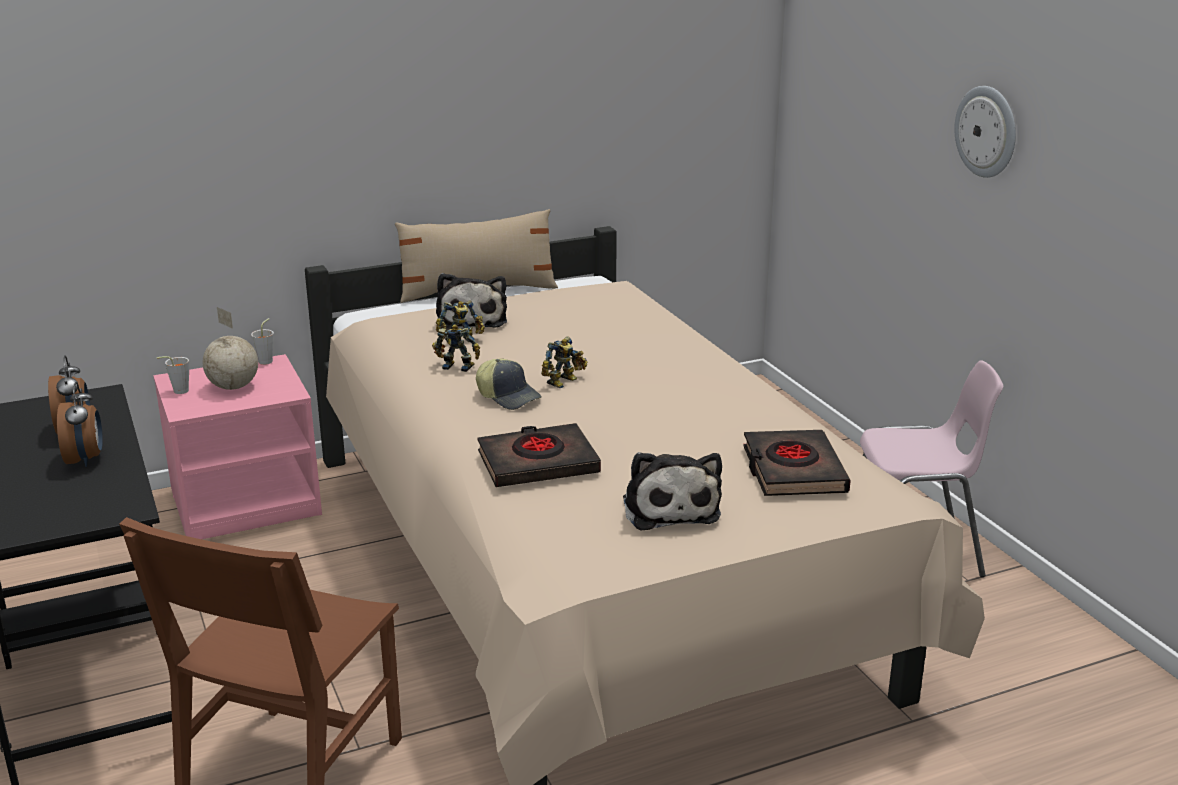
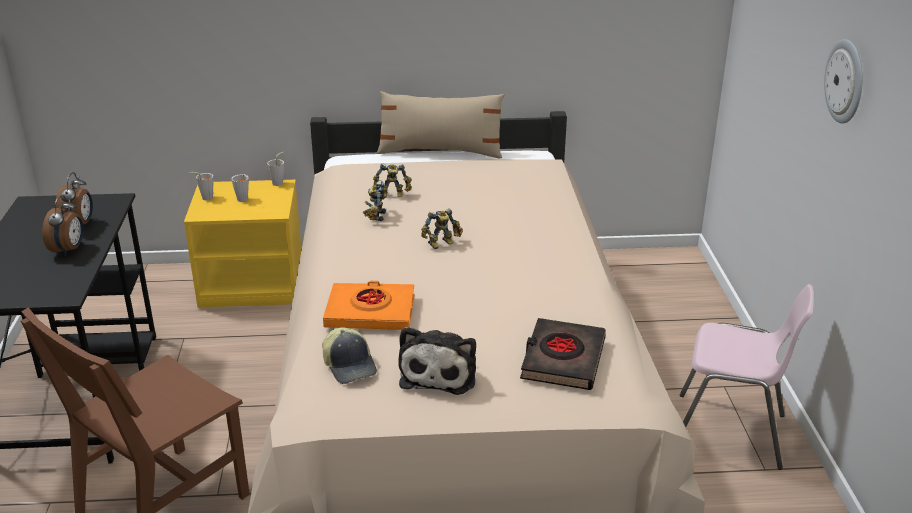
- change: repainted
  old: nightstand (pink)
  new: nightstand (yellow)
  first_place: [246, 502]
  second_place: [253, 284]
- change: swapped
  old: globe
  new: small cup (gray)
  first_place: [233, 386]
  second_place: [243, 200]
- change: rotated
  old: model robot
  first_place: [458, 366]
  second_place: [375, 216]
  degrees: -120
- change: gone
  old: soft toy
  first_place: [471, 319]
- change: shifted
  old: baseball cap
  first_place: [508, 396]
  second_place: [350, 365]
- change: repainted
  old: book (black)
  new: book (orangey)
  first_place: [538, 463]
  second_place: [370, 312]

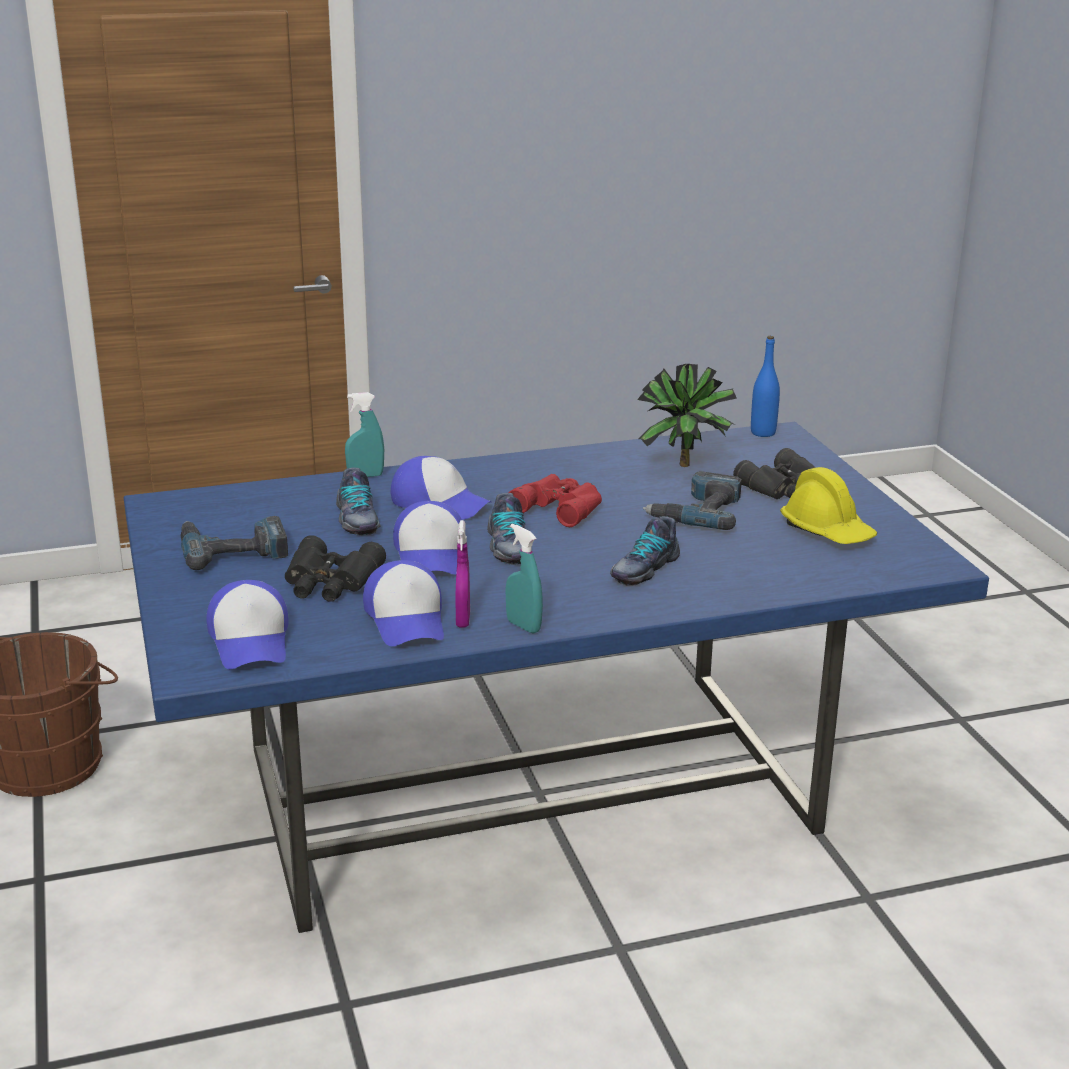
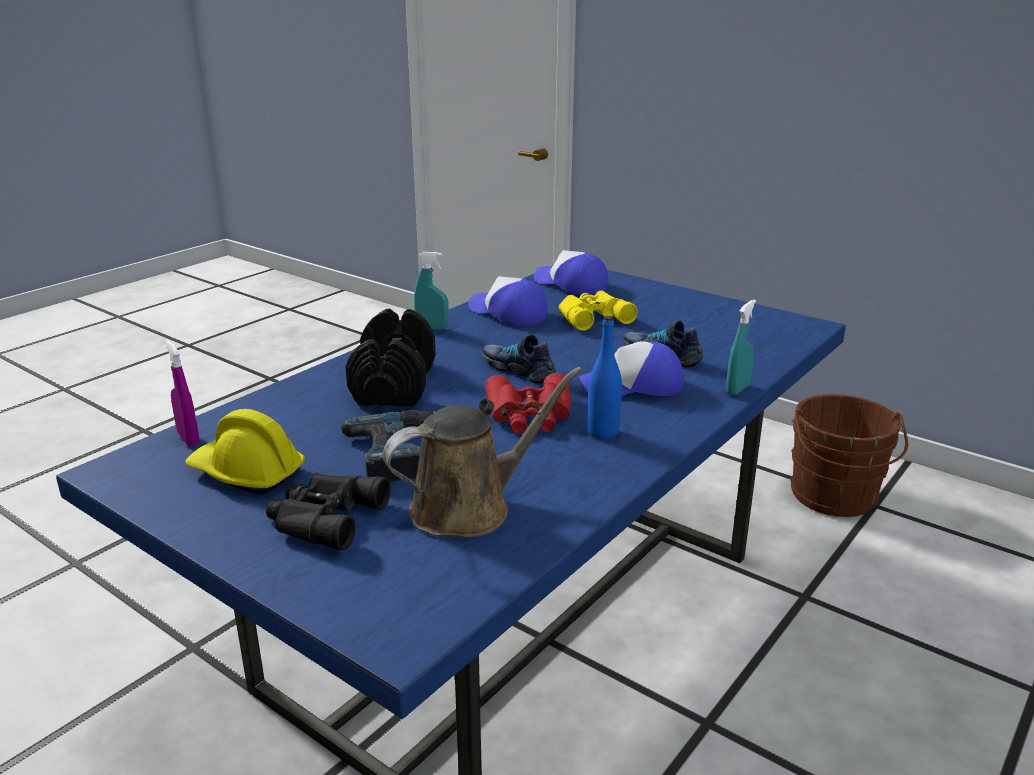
- change: gone
  old: power drill
  first_place: [232, 549]
- change: repainted
  old: pair of binoculars (black)
  new: pair of binoculars (yellow)
  first_place: [330, 582]
  second_place: [591, 317]
- change: gone
  old: baseball cap
  first_place: [431, 555]
- change: shifted
  old: hand sprayer (purplish)
  first_place: [463, 620]
  second_place: [188, 439]
- change: swapped
  old: shoe
  new: free weight (black)
  first_place: [643, 568]
  second_place: [393, 384]
- change: swapped
  old: houseplant
  new: watering pot (brown-coloured)
  first_place: [684, 468]
  second_place: [469, 507]
- change: shifted
  old: drink bottle (blue-coloured)
  first_place: [763, 433]
  second_place: [603, 432]

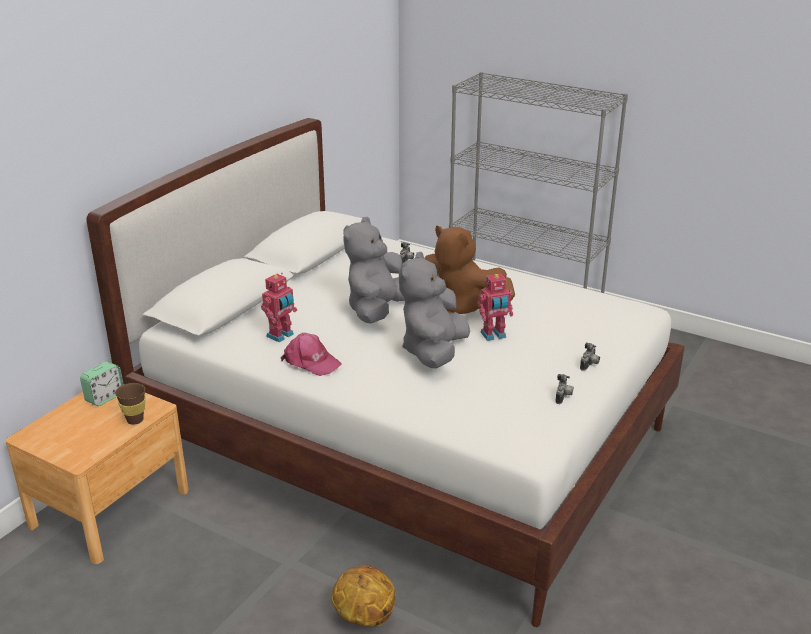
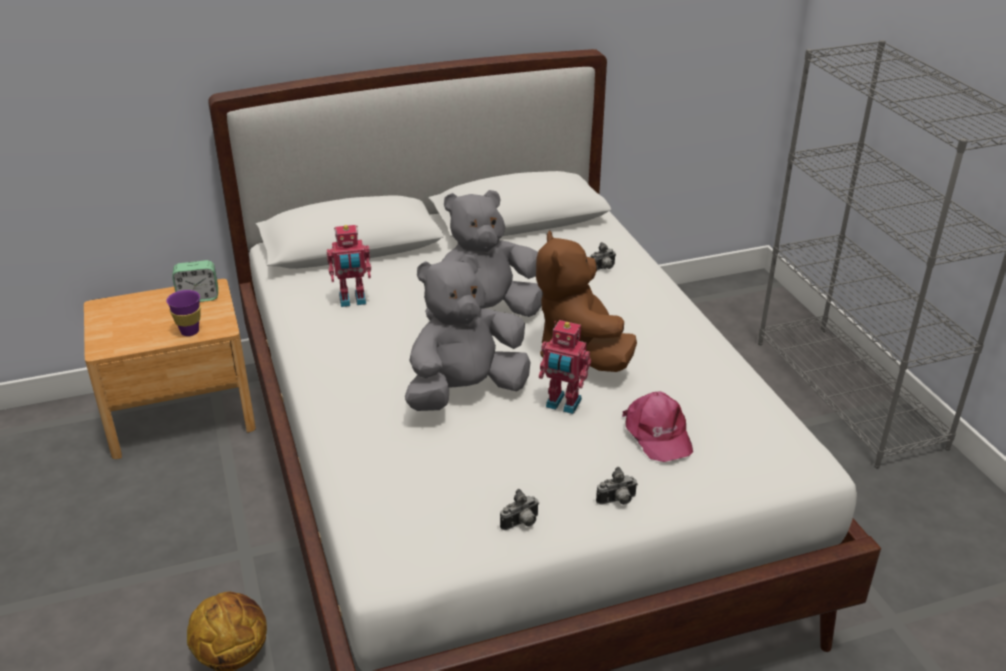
- change: repainted
  old: small cup (brown-coloured)
  new: small cup (purplish)
  first_place: [135, 420]
  second_place: [190, 331]
- change: shifted
  old: baseball cap (pink)
  first_place: [311, 362]
  second_place: [657, 434]

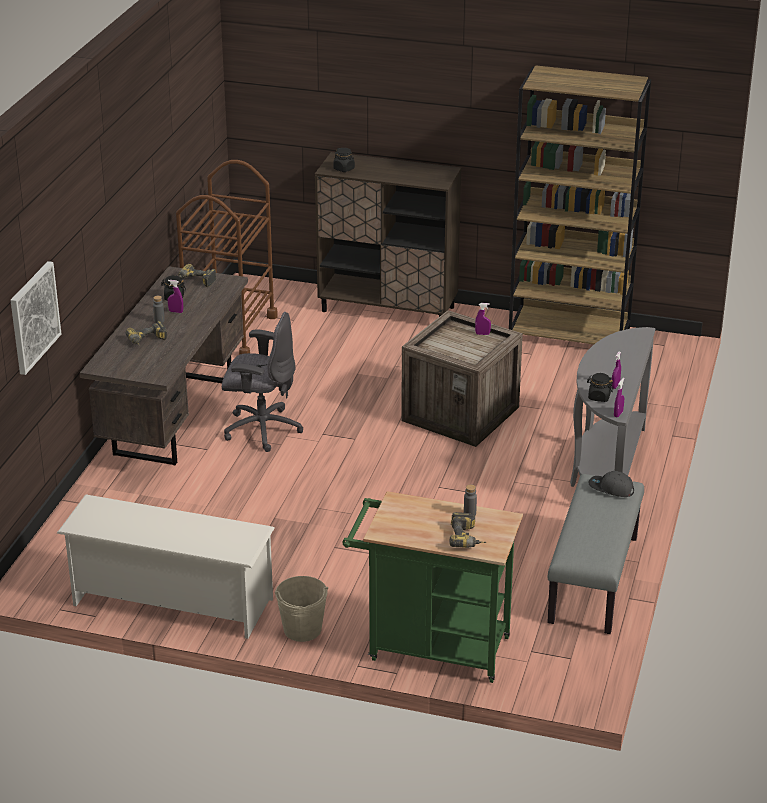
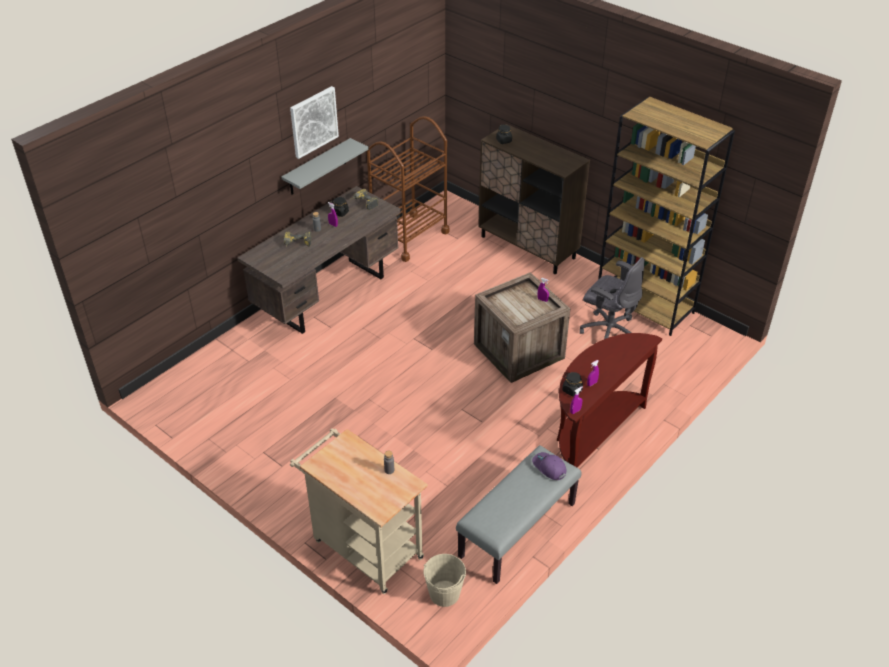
- change: shifted
  old: picture
  first_place: [33, 317]
  second_place: [313, 121]
- change: gone
  old: shoe rack (white-coloured)
  first_place: [171, 602]
- change: shifted
  old: office chair (gray)
  first_place: [261, 429]
  second_place: [608, 331]
- change: shifted
  old: water bucket (beige)
  first_place: [302, 629]
  second_place: [444, 593]
- change: repainted
  old: trolley (greenish)
  new: trolley (beige)
  first_place: [430, 648]
  second_place: [363, 546]
- change: gone
  old: power drill
  first_place: [468, 539]
- change: repainted
  old: console table (gray)
  new: console table (brown-coloured)
  first_place: [607, 469]
  second_place: [593, 434]
- change: repainted
  old: baseball cap (gray)
  new: baseball cap (purplish)
  first_place: [610, 489]
  second_place: [549, 468]
- change: new
  new: bracket shelf (gray)
  second_place: [317, 167]

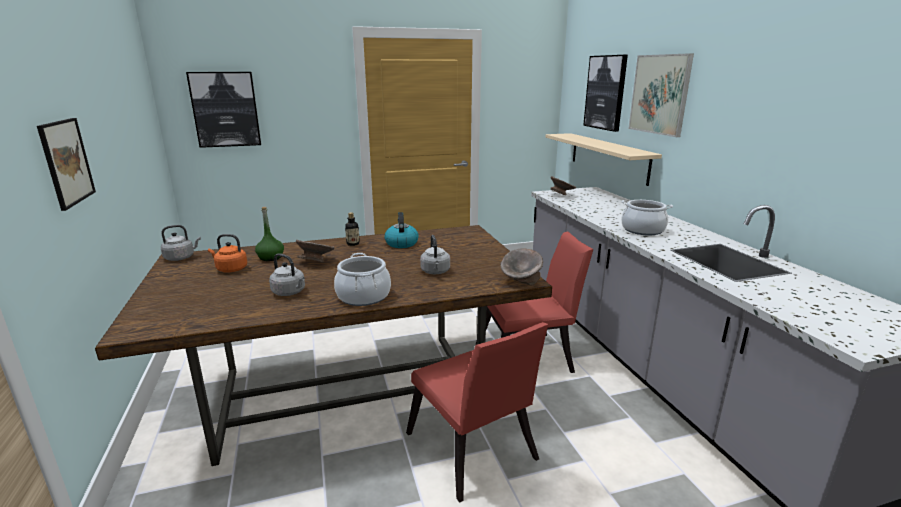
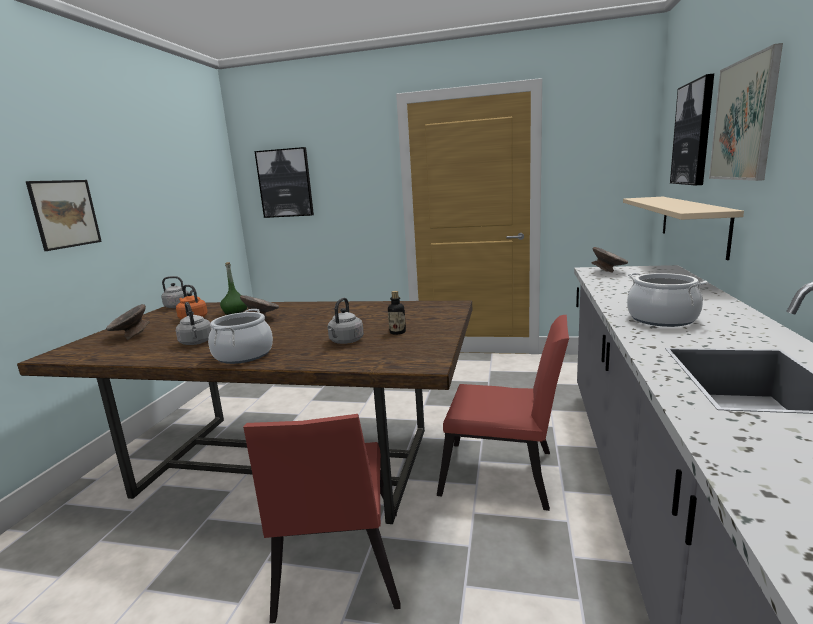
- change: shifted
  old: drink bottle
  first_place: [353, 244]
  second_place: [397, 332]
- change: gone
  old: water kettle
  first_place: [401, 243]
- change: shifted
  old: serving bowl (gray)
  first_place: [521, 282]
  second_place: [131, 336]

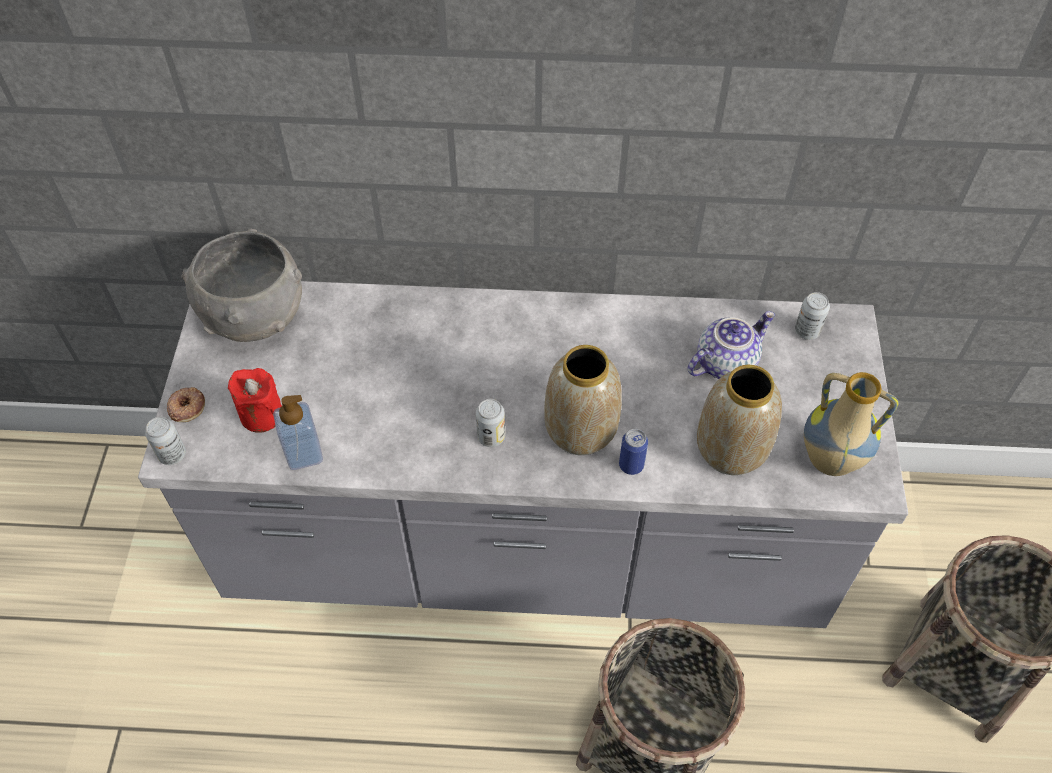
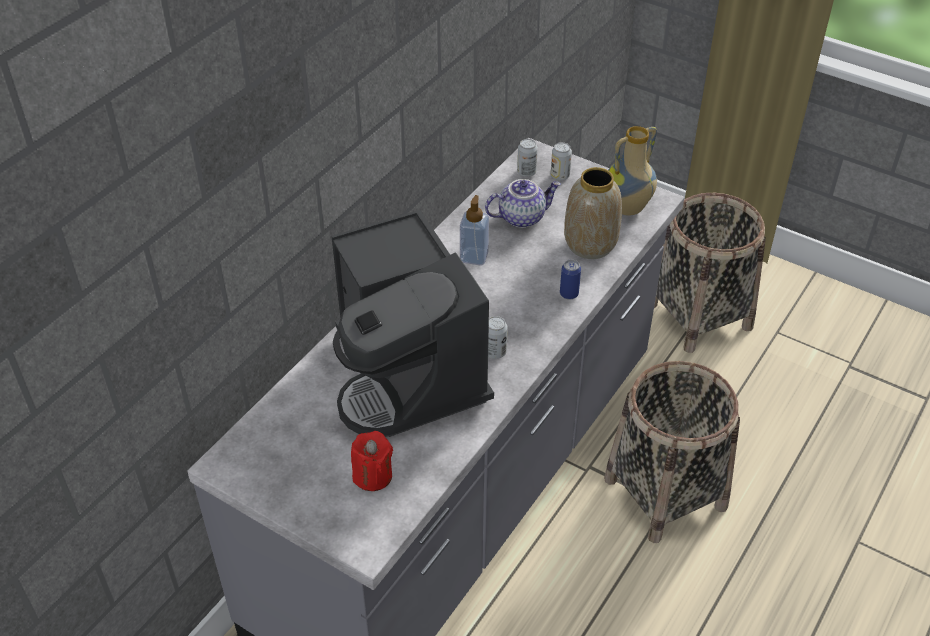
- change: shifted
  old: metal can
  first_place: [172, 454]
  second_place: [560, 176]
- change: gone
  old: ring doughnut
  first_place: [186, 407]
- change: gone
  old: serving bowl (gray)
  first_place: [254, 316]
- change: shifted
  old: soap bottle
  first_place: [304, 454]
  second_place: [474, 256]
- change: gone
  old: flower vase
  first_place: [582, 431]
- change: rotated
  old: teapot
  first_place: [725, 362]
  second_place: [521, 217]
  degrees: 75
- change: new
  new: coffee maker
  second_place: [408, 375]

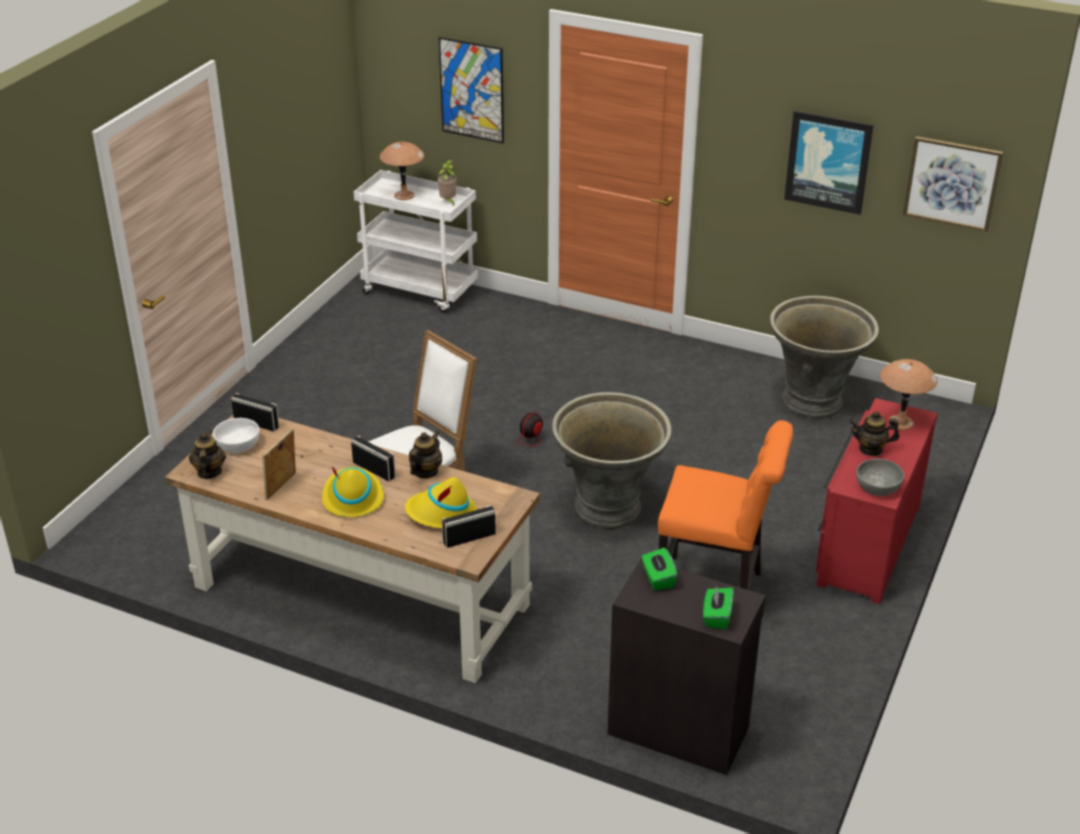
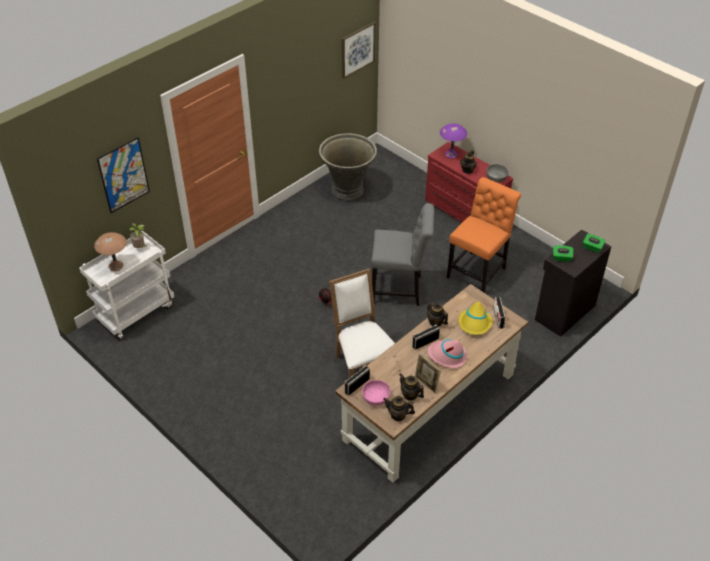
- change: repainted
  old: serving bowl (white-coloured)
  new: serving bowl (pink)
  first_place: [238, 445]
  second_place: [376, 397]
- change: repainted
  old: clothing hat (yellow)
  new: clothing hat (pink)
  first_place: [352, 497]
  second_place: [447, 356]
- change: swapped
  old: planter (gray)
  new: chair (gray)
  first_place: [608, 509]
  second_place: [400, 290]
- change: gone
  old: picture
  first_place: [828, 162]
- change: repainted
  old: table lamp (brown-coloured)
  new: table lamp (purplish)
  first_place: [900, 422]
  second_place: [451, 154]
- change: new
  new: teapot
  second_place: [410, 394]

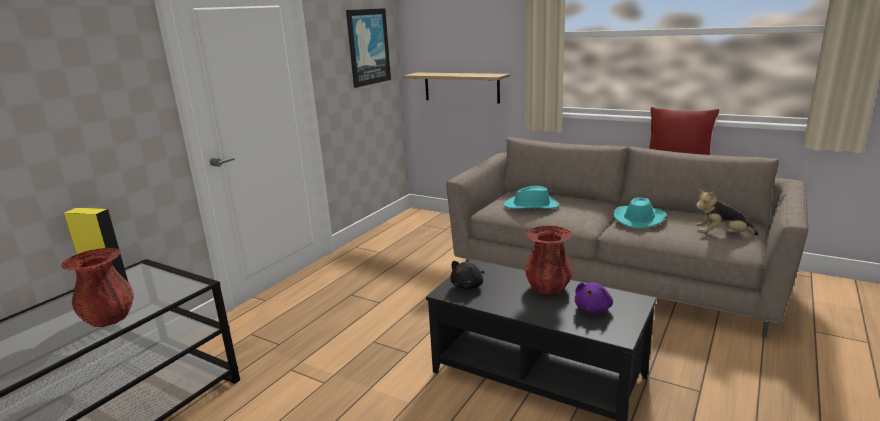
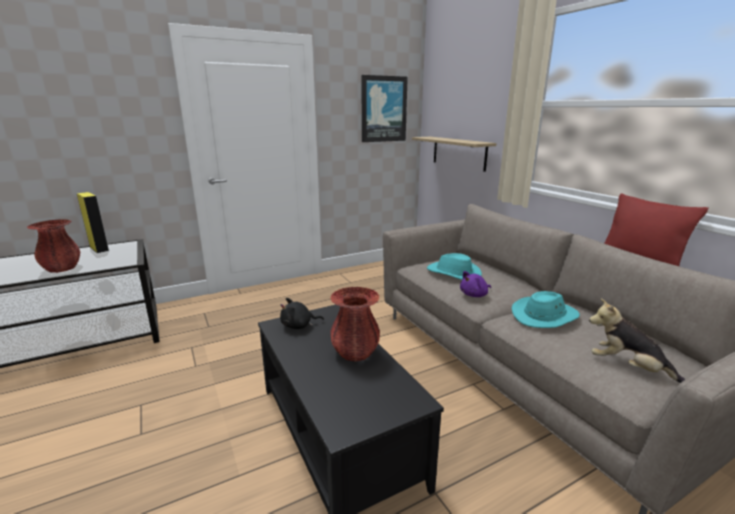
- change: shifted
  old: soft toy (purplish)
  first_place: [593, 309]
  second_place: [474, 295]

